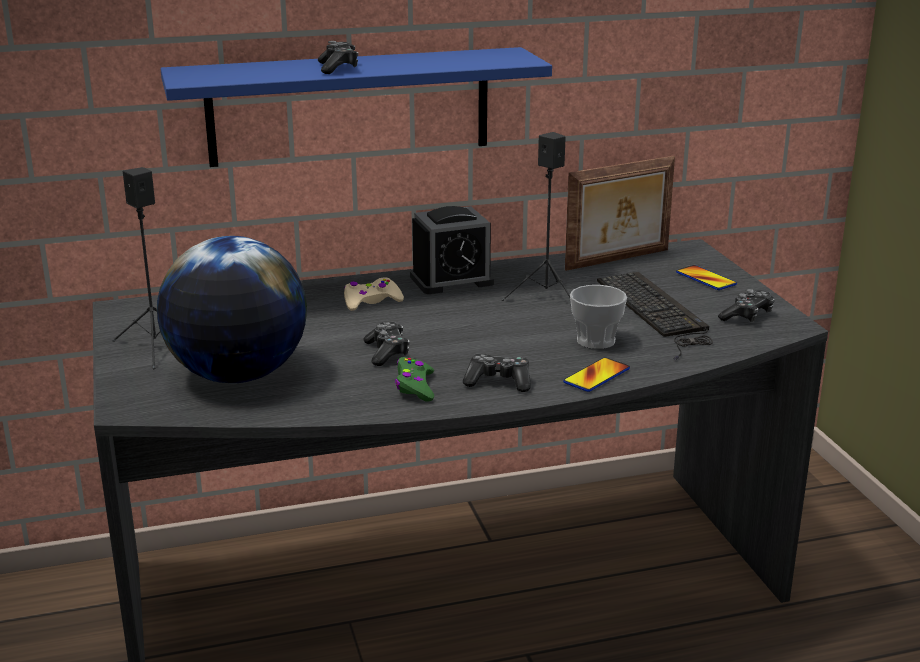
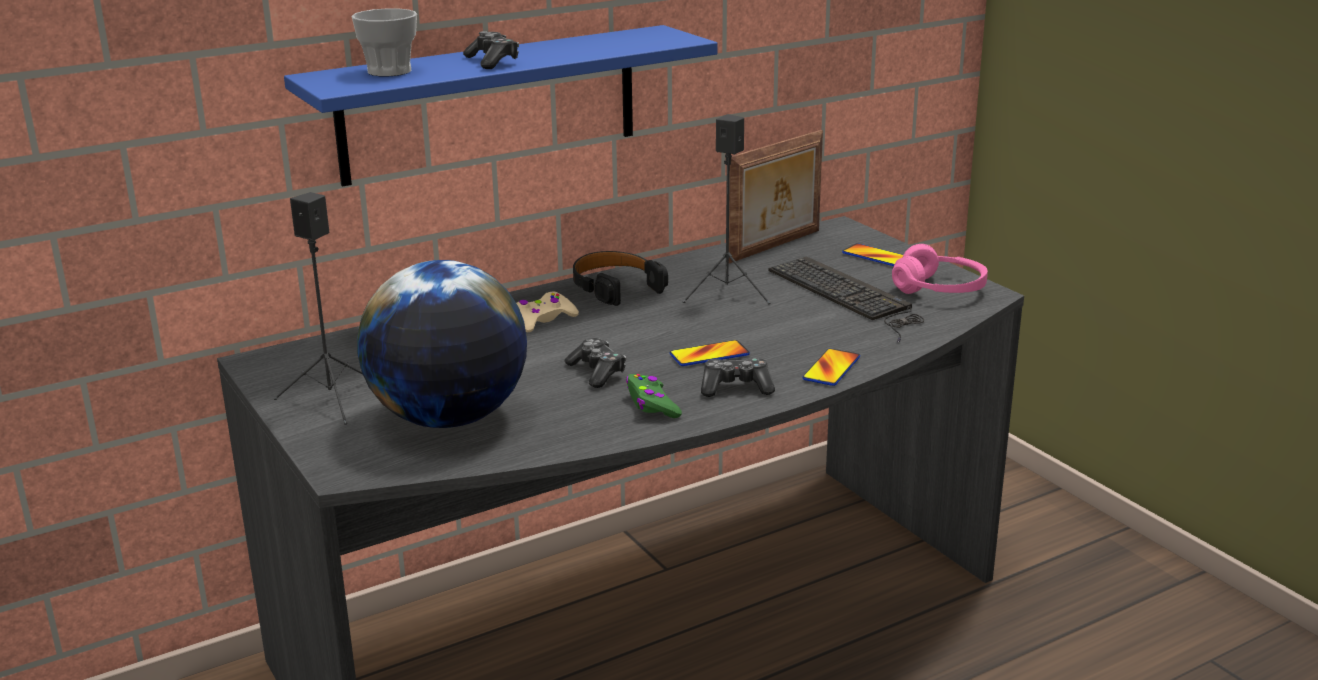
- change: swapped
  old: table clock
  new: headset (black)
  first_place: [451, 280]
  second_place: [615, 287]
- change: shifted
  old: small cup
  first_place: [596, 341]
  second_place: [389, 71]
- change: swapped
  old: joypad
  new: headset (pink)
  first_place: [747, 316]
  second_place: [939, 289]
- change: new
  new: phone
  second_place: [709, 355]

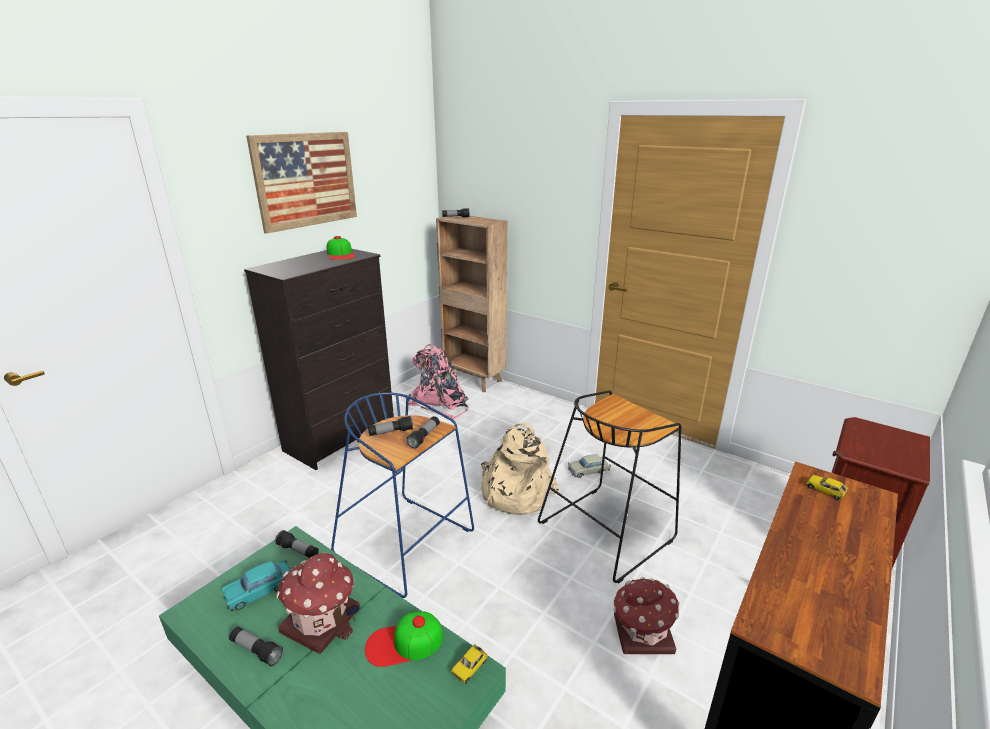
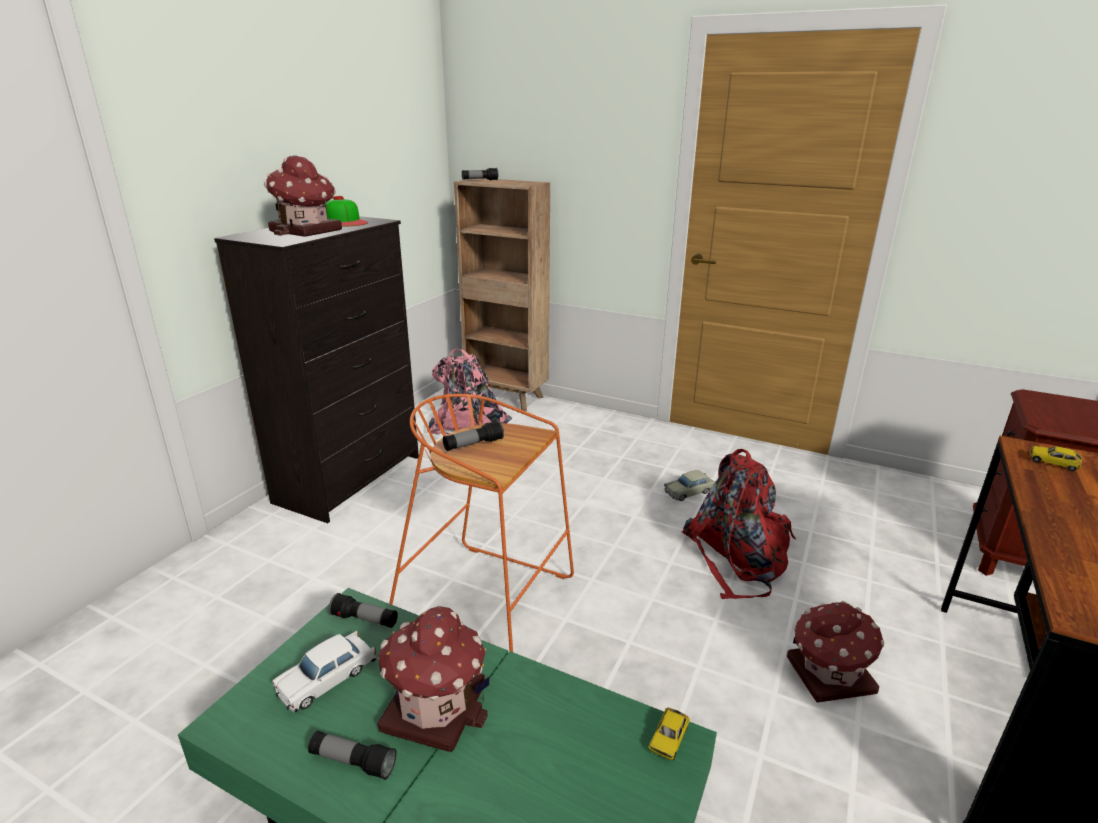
- change: repainted
  old: model car (blue-green)
  new: model car (white-coloured)
  first_place: [260, 590]
  second_place: [327, 679]
- change: gone
  old: picture
  first_place: [306, 180]
- change: repainted
  old: sitting stool (blue-coloured)
  new: sitting stool (orangey)
  first_place: [408, 544]
  second_place: [489, 603]
- change: gone
  old: baseball cap
  first_place: [404, 643]
- change: gone
  old: hand torch
  first_place: [424, 437]
- change: gone
  old: knapsack (beige)
  first_place: [514, 492]
- change: swapped
  old: sitting stool (black)
  new: knapsack (reddish)
  first_place: [606, 530]
  second_place: [737, 558]
- change: new
  new: model house
  second_place: [306, 231]

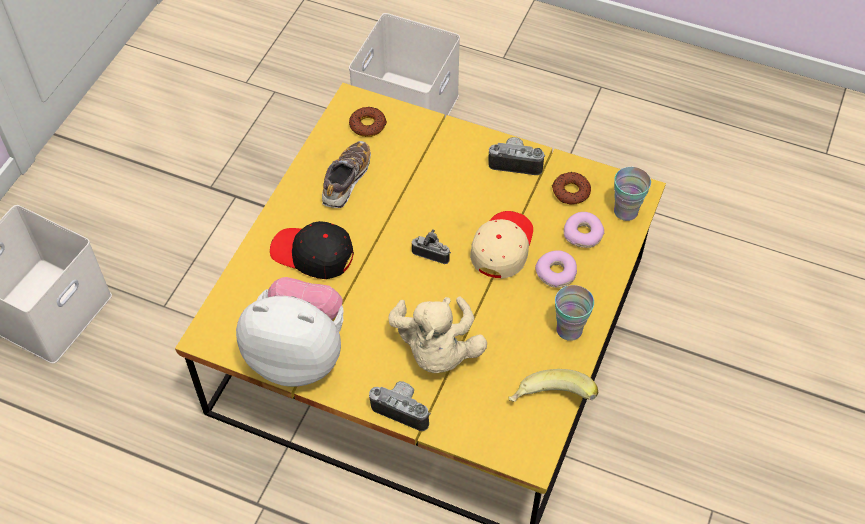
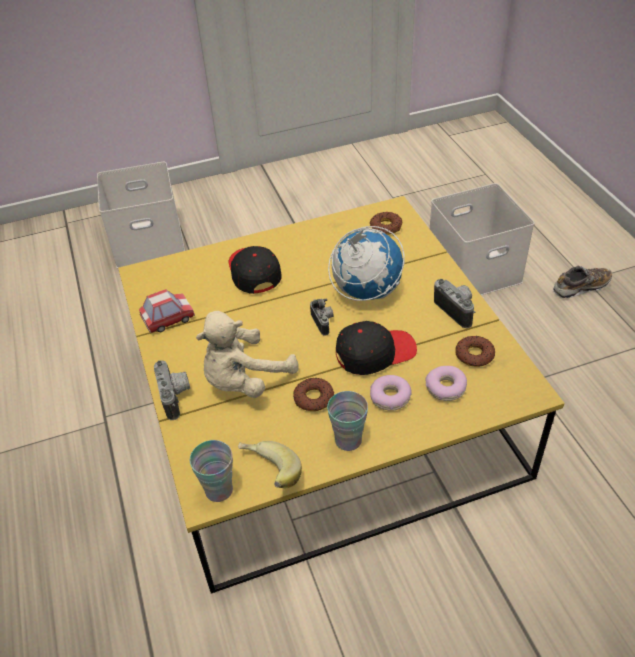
- change: swapped
  old: soft toy
  new: model car
  first_place: [298, 355]
  second_place: [168, 319]
- change: shifted
  old: shoe
  first_place: [346, 181]
  second_place: [580, 288]
- change: repainted
  old: baseball cap (beige)
  new: baseball cap (black)
  first_place: [502, 247]
  second_place: [374, 353]
- change: shifted
  old: small cup
  first_place: [625, 211]
  second_place: [219, 490]
- change: new
  new: ring doughnut
  second_place: [313, 398]
- change: new
  new: globe
  second_place: [366, 291]

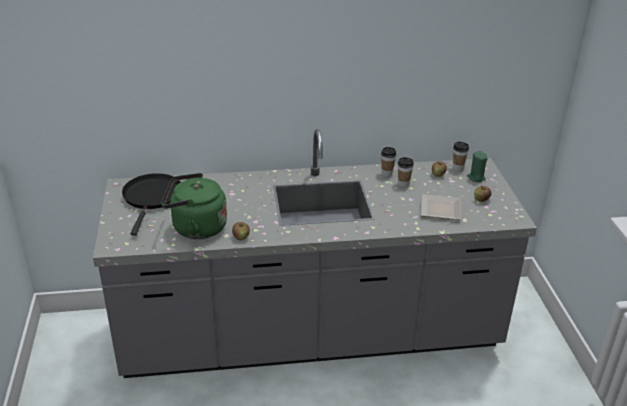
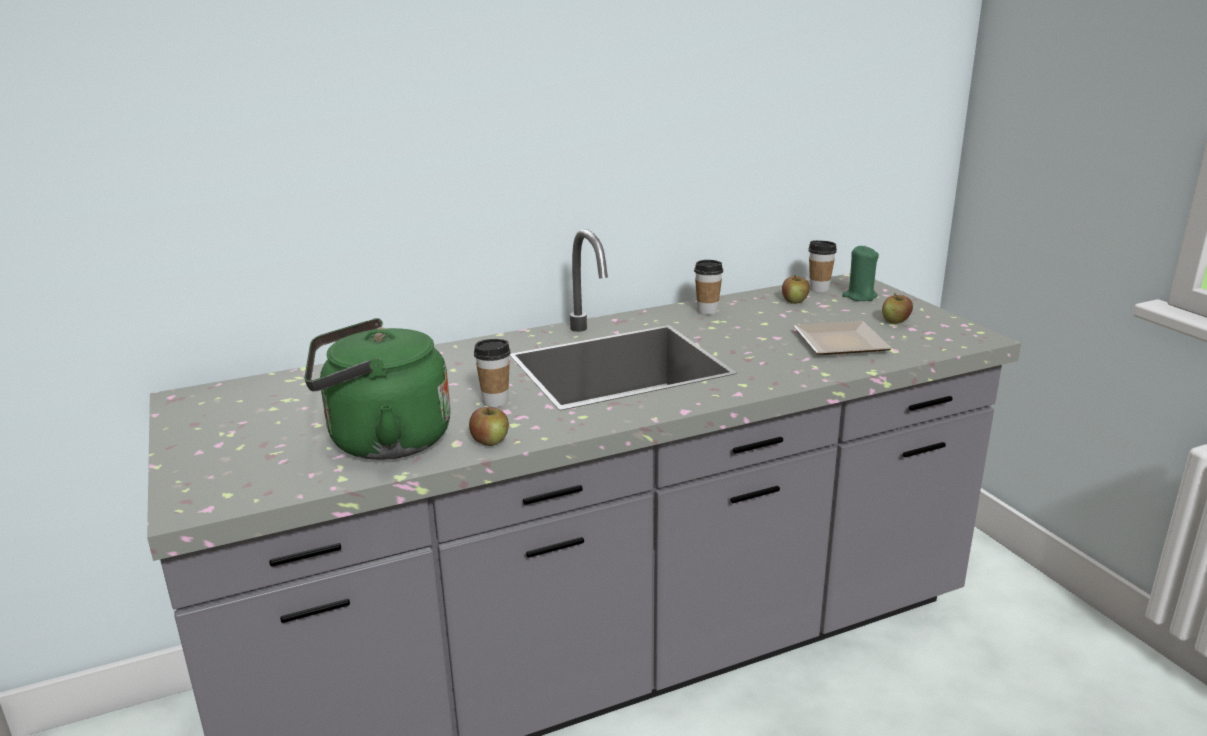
- change: gone
  old: skillet (black)
  first_place: [152, 198]
- change: shifted
  old: small cup
  first_place: [403, 184]
  second_place: [495, 401]

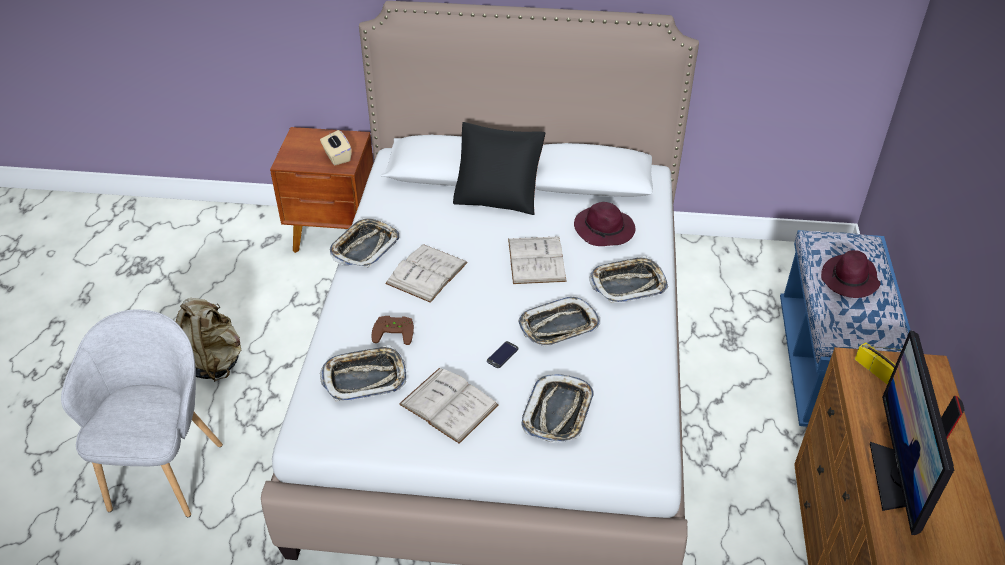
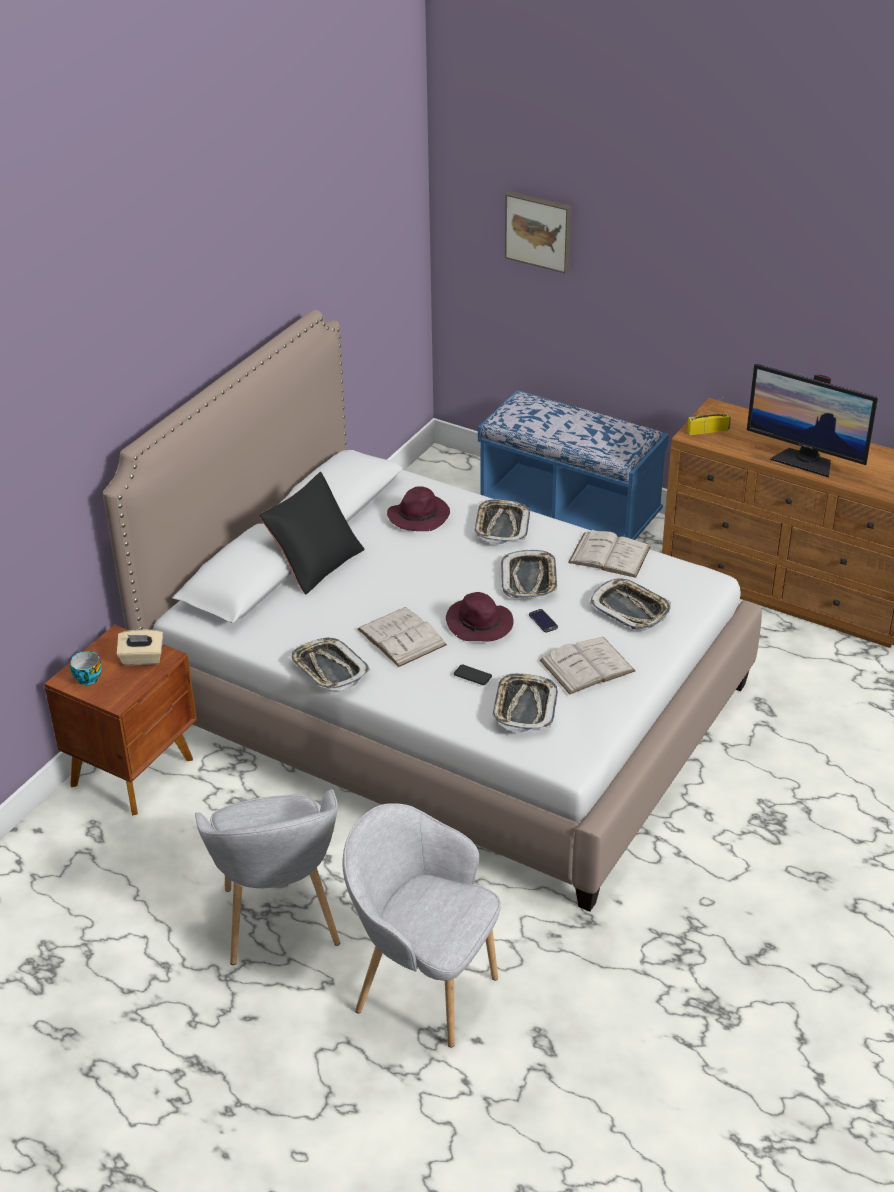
- change: swapped
  old: knapsack (beige)
  new: easy chair (gray)
  first_place: [213, 362]
  second_place: [278, 921]
- change: swapped
  old: joypad (brown-coloured)
  new: phone
  first_place: [394, 331]
  second_place: [472, 675]
- change: shifted
  old: book (white-coloured)
  first_place: [536, 260]
  second_place: [609, 555]
- change: shifted
  old: clothing hat (purplish)
  first_place: [849, 280]
  second_place: [480, 624]
- change: new
  new: small cup
  second_place: [86, 678]
- change: new
  new: picture
  second_place: [539, 230]

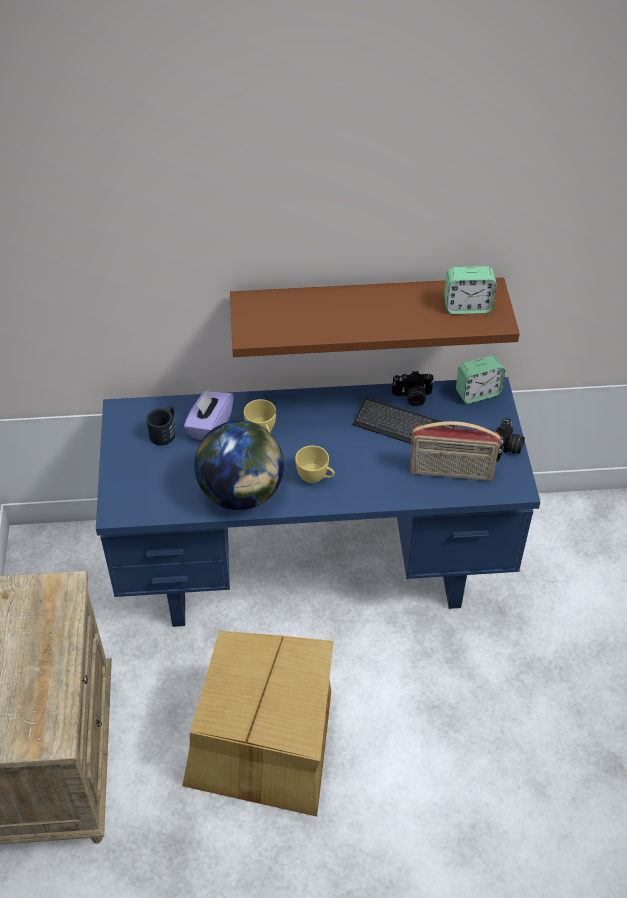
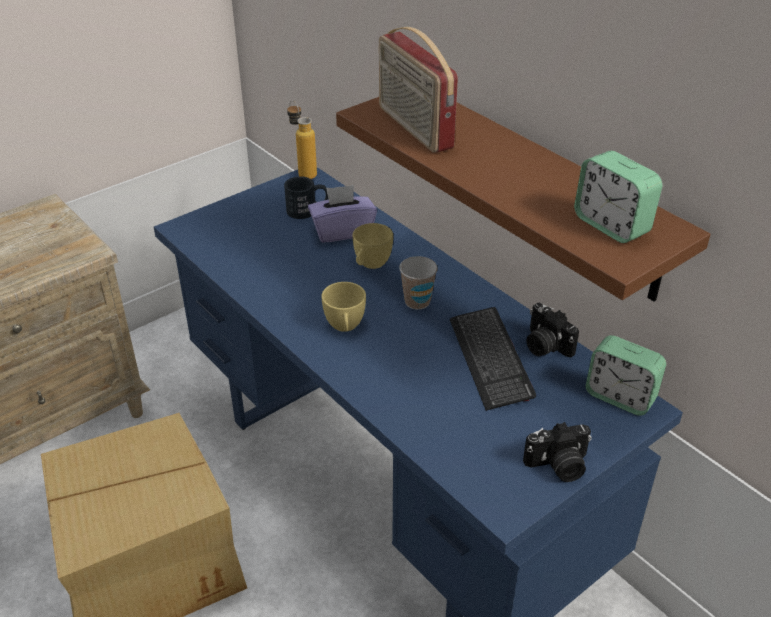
- change: gone
  old: globe
  first_place: [241, 493]
- change: shifted
  old: radio receiver
  first_place: [451, 472]
  second_place: [413, 128]
- change: new
  new: drink bottle
  second_place: [303, 172]
- change: new
  new: small cup
  second_place: [417, 302]

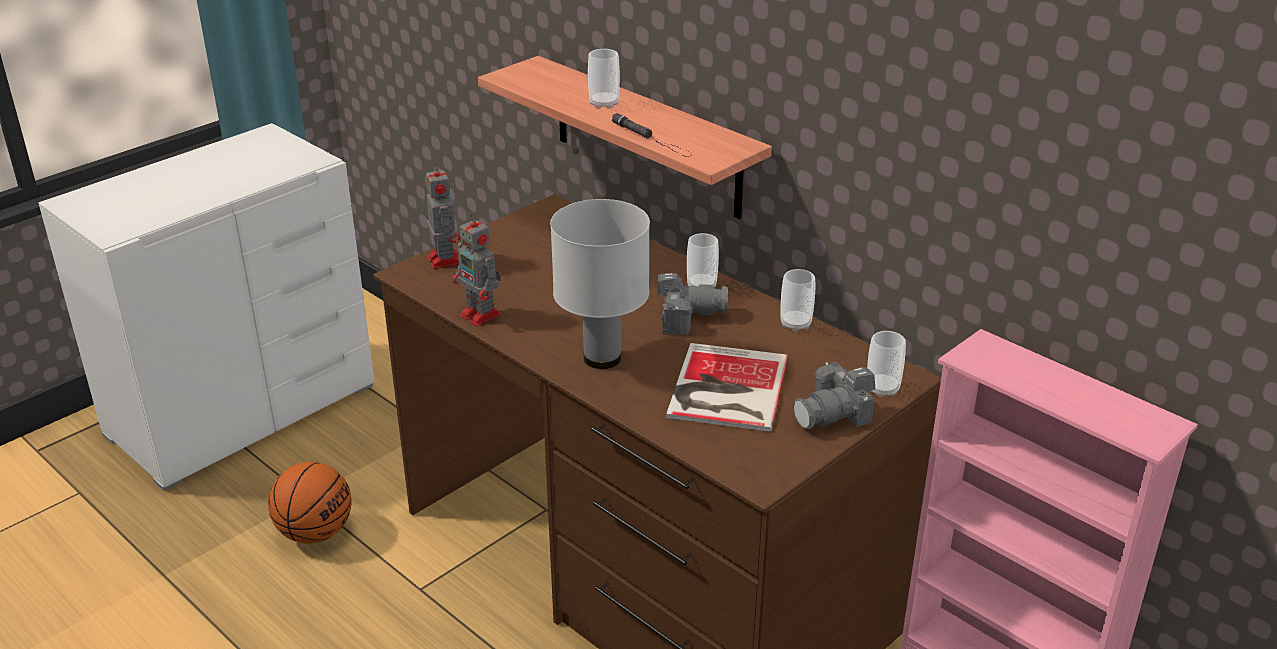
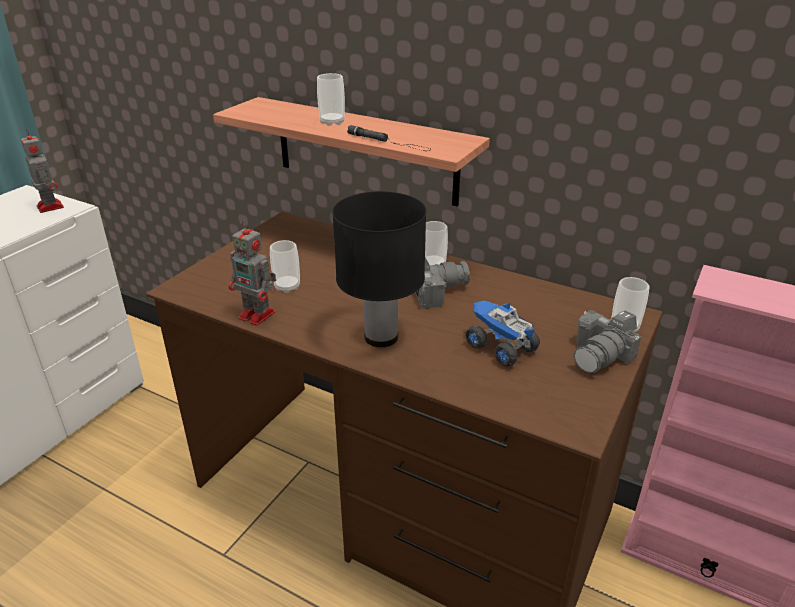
- change: gone
  old: ball for basketball
  first_place: [315, 532]
- change: shifted
  old: model robot
  first_place: [444, 259]
  second_place: [50, 206]
- change: repainted
  old: table lamp (white-coloured)
  new: table lamp (black)
  first_place: [601, 357]
  second_place: [380, 336]
- change: swapped
  old: book
  new: toy lorry
  first_place: [725, 389]
  second_place: [499, 348]
- change: shifted
  old: small cup
  first_place: [795, 324]
  second_place: [287, 287]

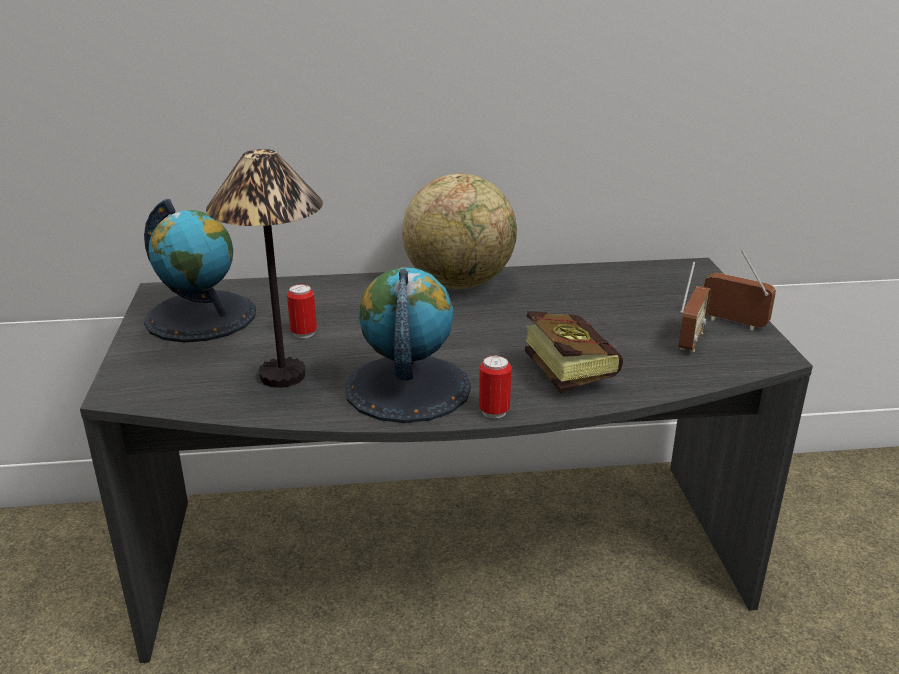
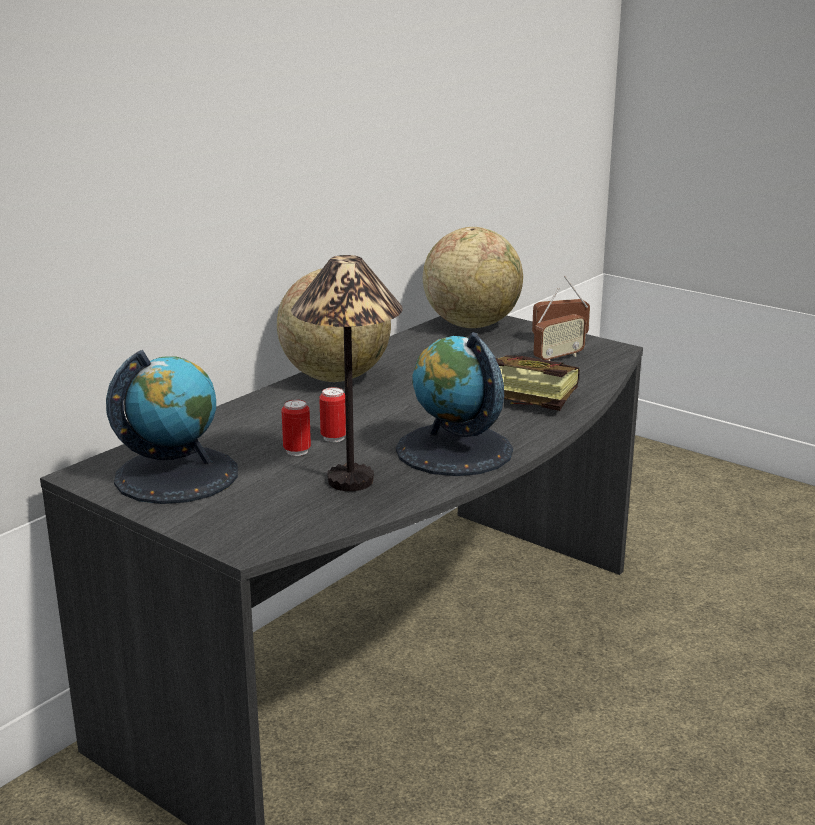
- change: shifted
  old: metal can
  first_place: [494, 411]
  second_place: [334, 438]
- change: rotated
  old: radio receiver
  first_place: [690, 341]
  second_place: [558, 358]
  degrees: 75
- change: new
  new: globe
  second_place: [471, 324]

